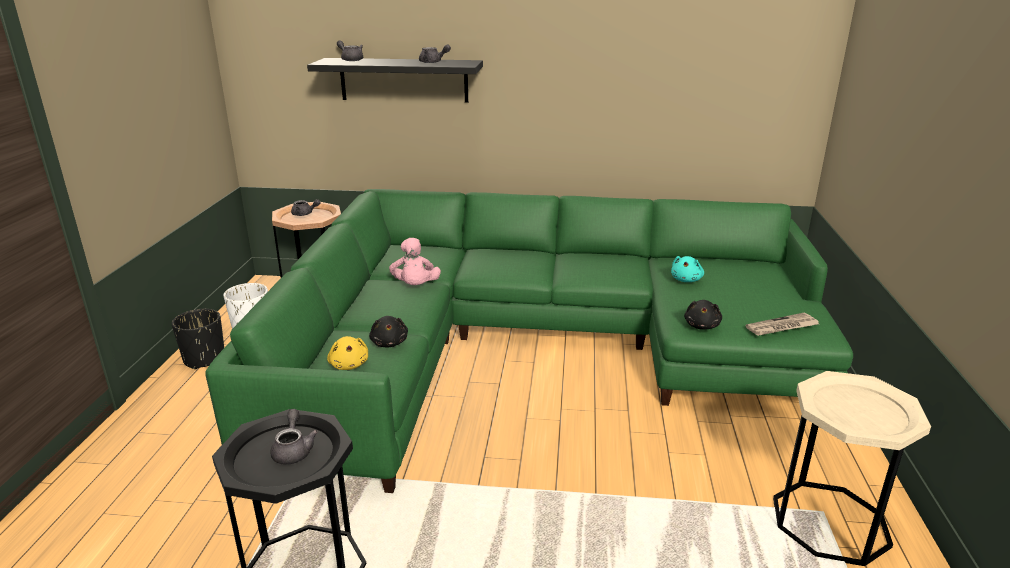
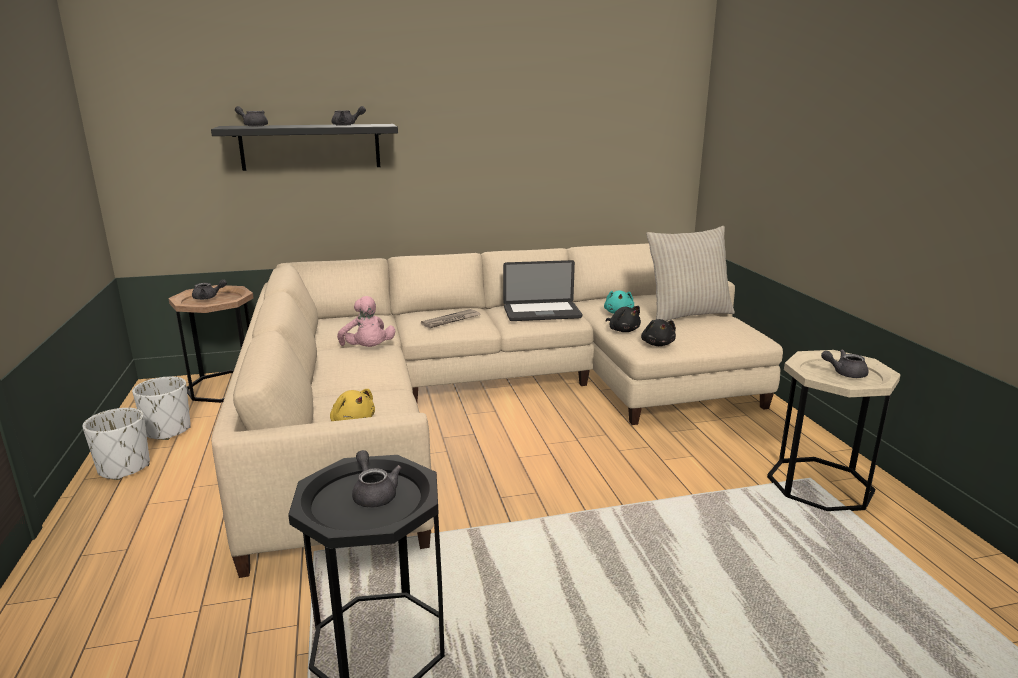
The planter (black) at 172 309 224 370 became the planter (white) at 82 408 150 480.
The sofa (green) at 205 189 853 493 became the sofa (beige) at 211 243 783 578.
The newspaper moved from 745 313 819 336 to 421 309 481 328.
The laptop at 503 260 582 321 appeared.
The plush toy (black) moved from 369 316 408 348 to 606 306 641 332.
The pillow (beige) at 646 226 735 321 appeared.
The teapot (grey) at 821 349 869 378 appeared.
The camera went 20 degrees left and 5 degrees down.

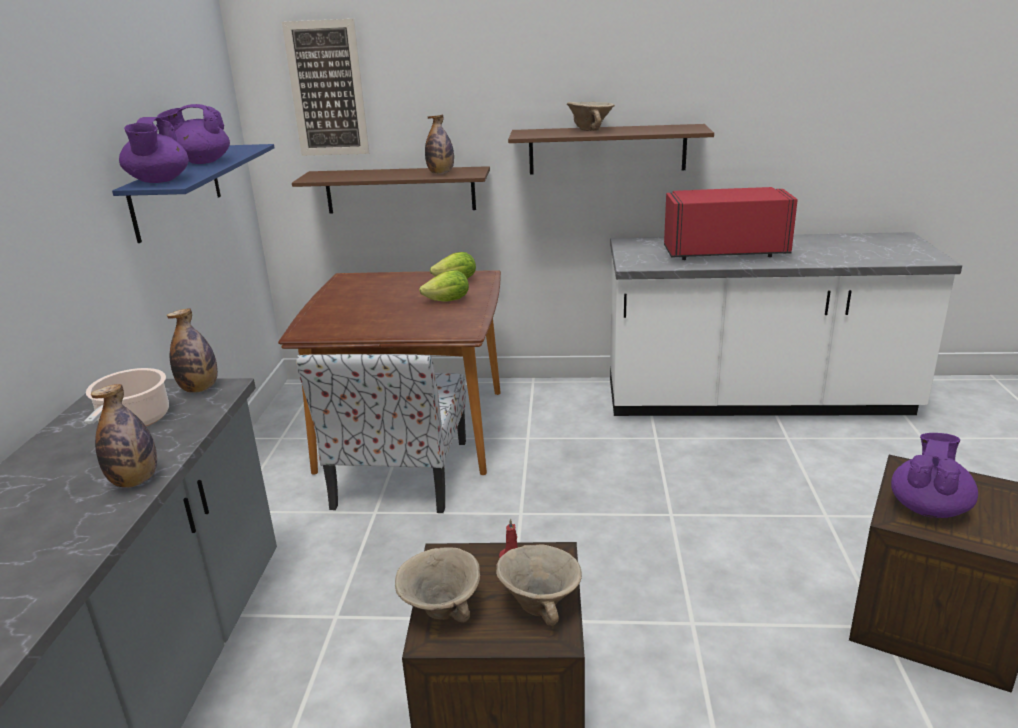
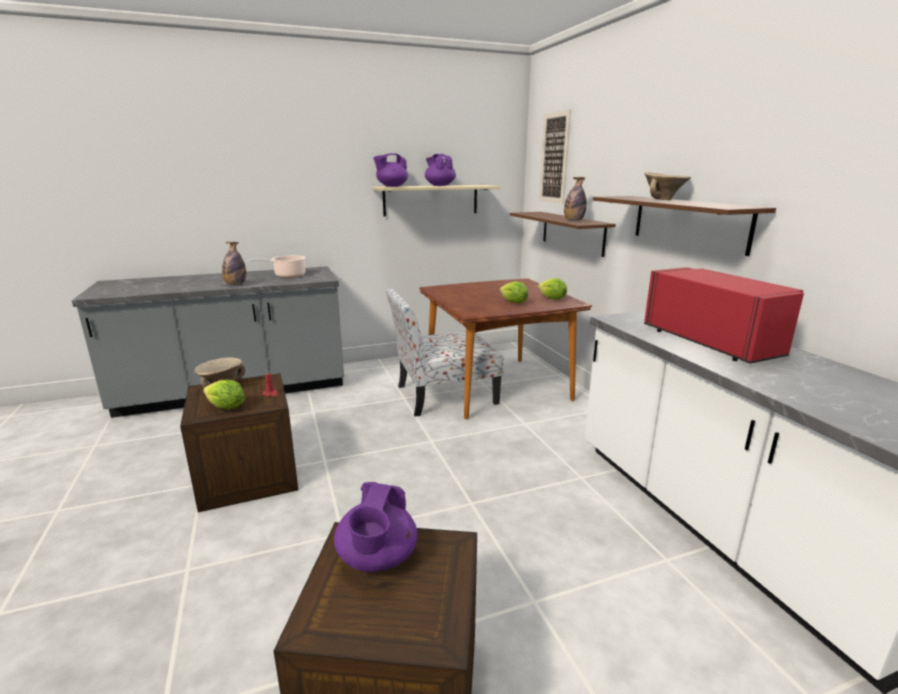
The bowl (beige) at 496 545 582 626 was replaced by the lettuce at 203 380 245 410.
The teapot (purple) at 891 433 978 518 turned 90 degrees clockwise.
The shelf (blue) at 112 144 275 243 became the shelf (beige) at 372 185 501 216.
The bottle at 167 308 218 393 disappeared.
The camera went 65 degrees right and 5 degrees down.

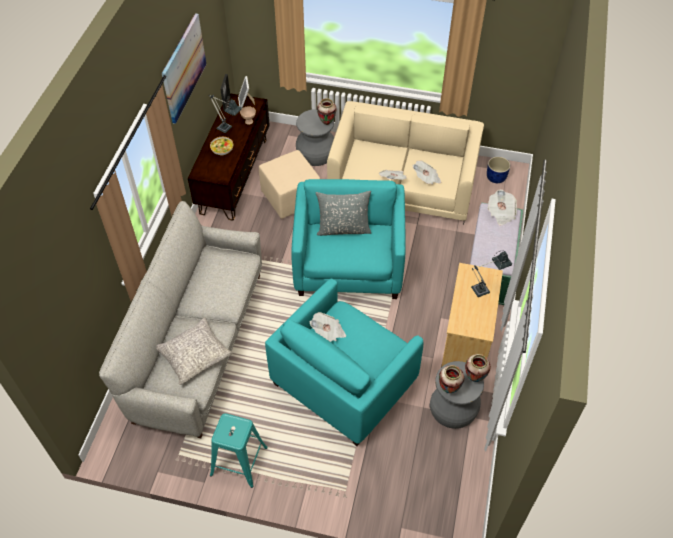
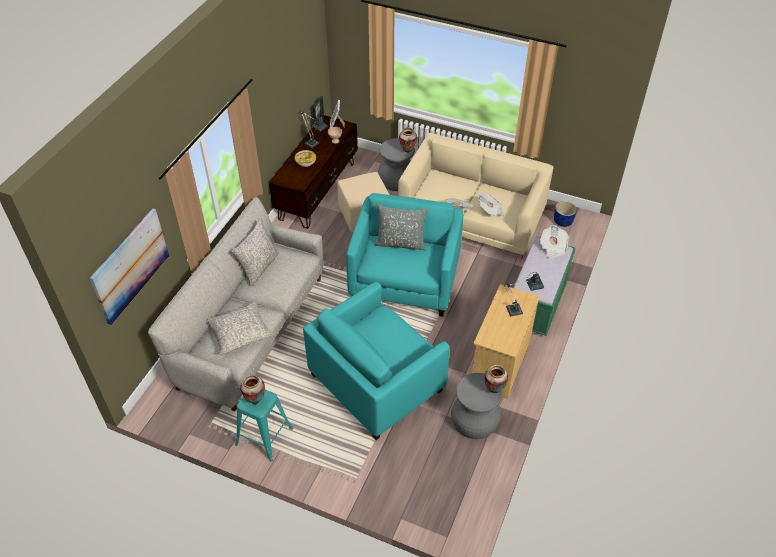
The picture moved from 162 14 206 124 to 89 208 169 325.
The pillow (grey) at 231 218 279 287 appeared.
The vase moved from 439 365 464 393 to 240 375 265 404.
The newspaper at 310 312 346 342 disappeared.
The camera went 10 degrees right and 5 degrees down.

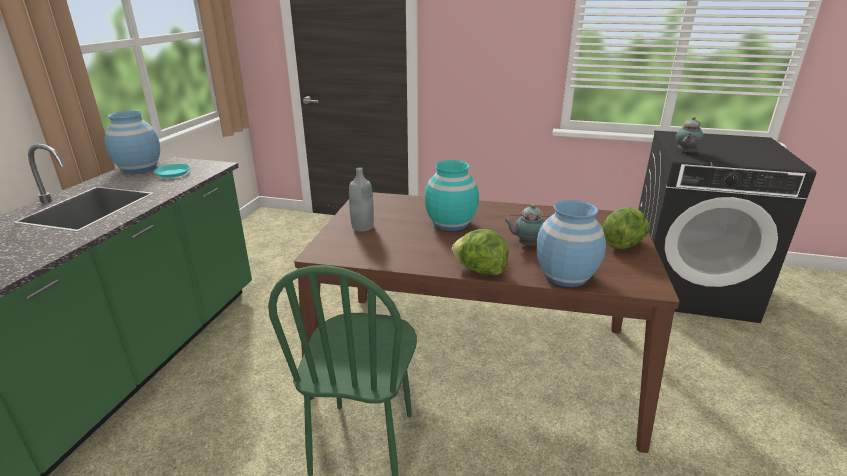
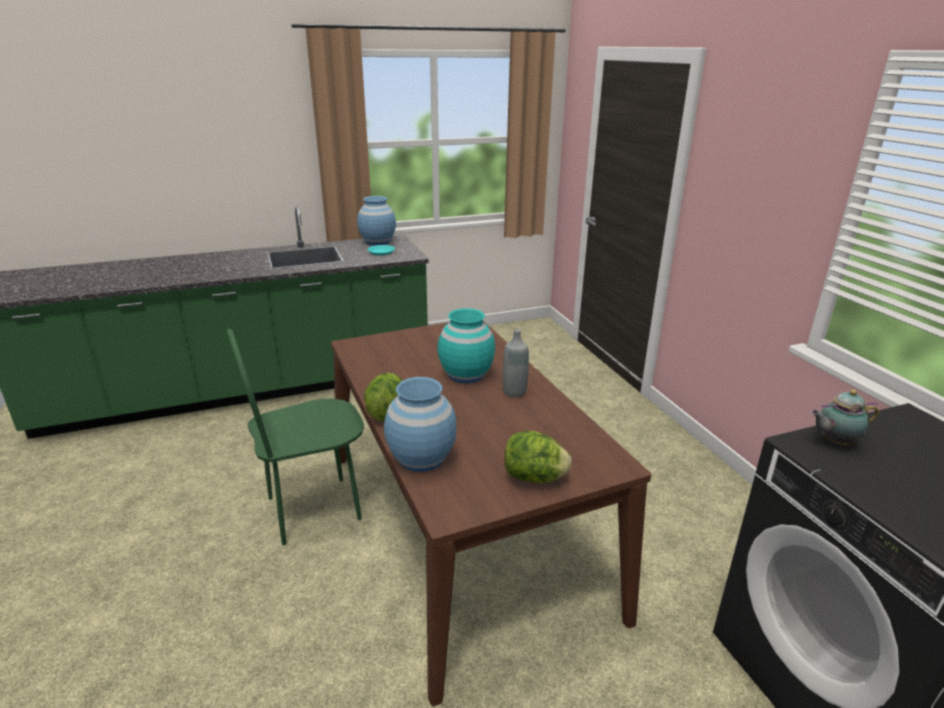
The bottle (grey) moved from 349 167 374 232 to 503 329 529 397.
The teapot at 503 204 550 246 disappeared.
The camera went 55 degrees right and 0 degrees up.

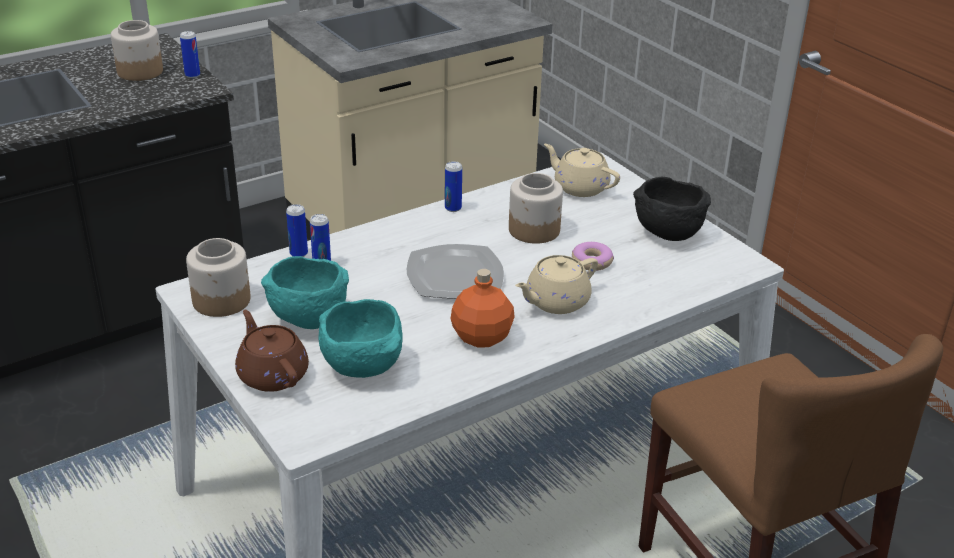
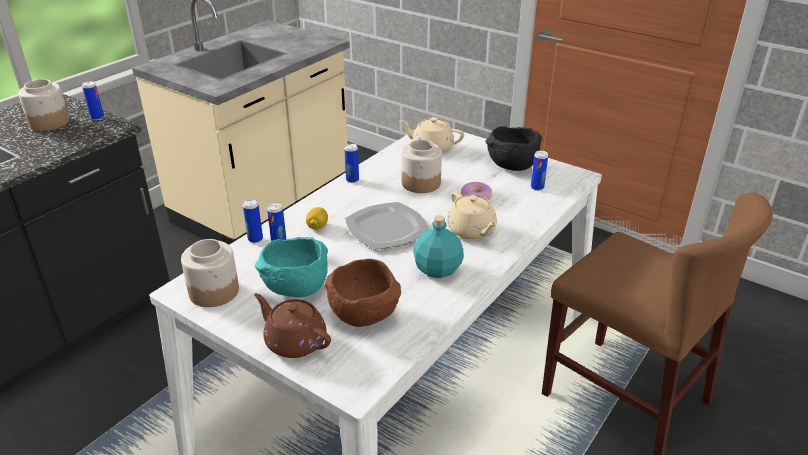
The lemon at 306 207 328 230 appeared.
The bowl (turquoise) at 318 299 403 378 became the bowl (brown) at 325 259 401 327.
The bottle (orange) at 450 269 515 348 became the bottle (turquoise) at 413 215 464 278.
The teapot (beige) at 515 255 598 314 turned 60 degrees counterclockwise.
The can at 531 150 548 191 appeared.
The camera went 20 degrees left and 0 degrees up.

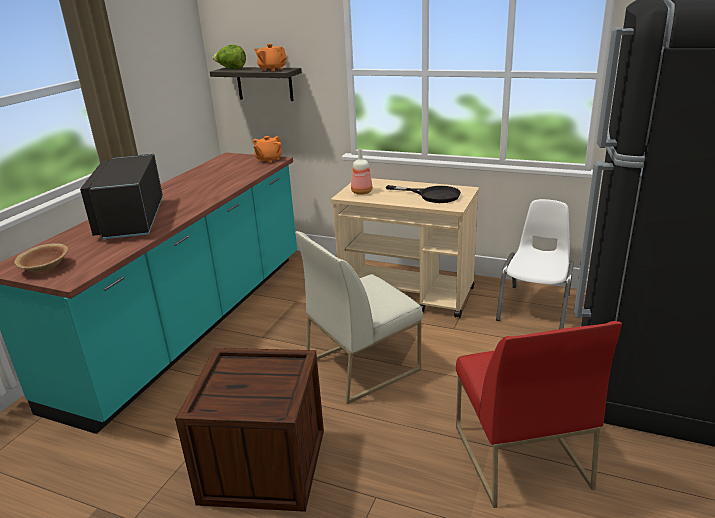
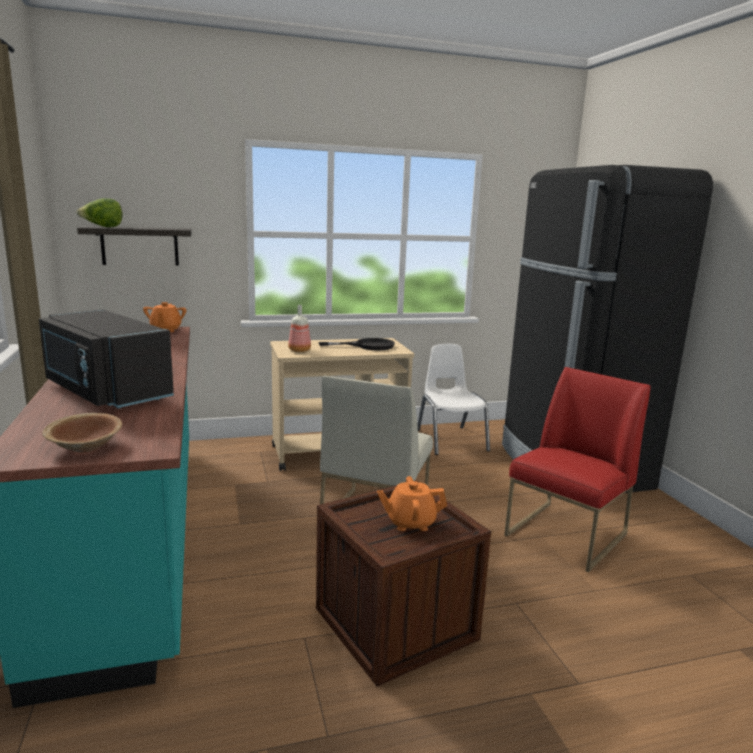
The teapot (orange) moved from 254 44 287 71 to 377 476 447 531.
The chair (red) at 456 321 622 508 turned 90 degrees counterclockwise.
The camera went 40 degrees left and 10 degrees down.

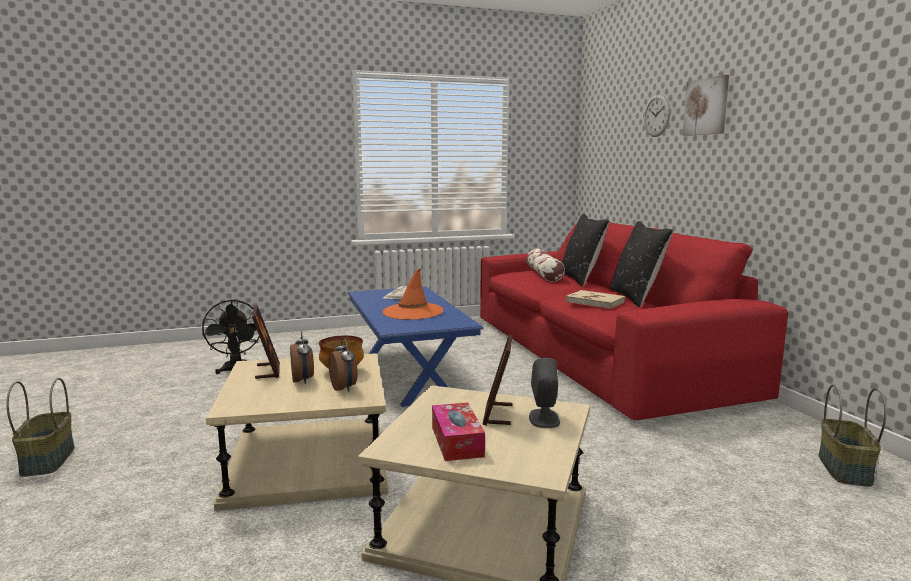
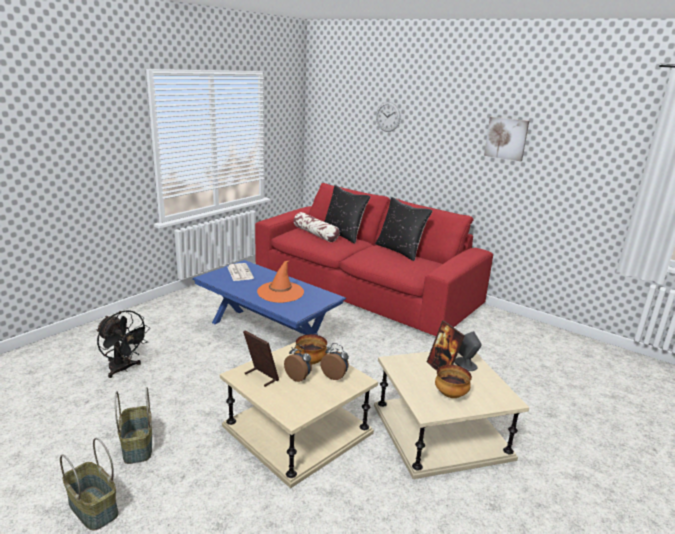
The basket moved from 819 384 887 487 to 115 387 152 464.
The tissue box at 432 403 485 461 was replaced by the bowl at 435 365 472 398.
The picture moved from 683 75 729 136 to 484 117 529 161.
The book (beige) at 566 290 625 309 disappeared.
The camera went 35 degrees left and 10 degrees up.

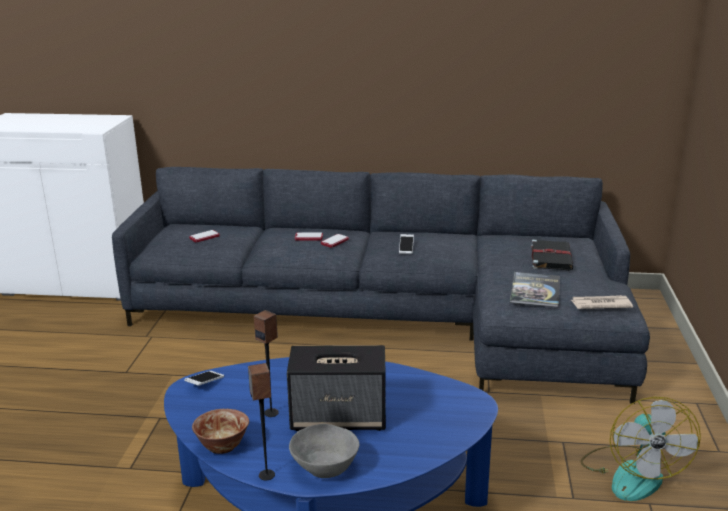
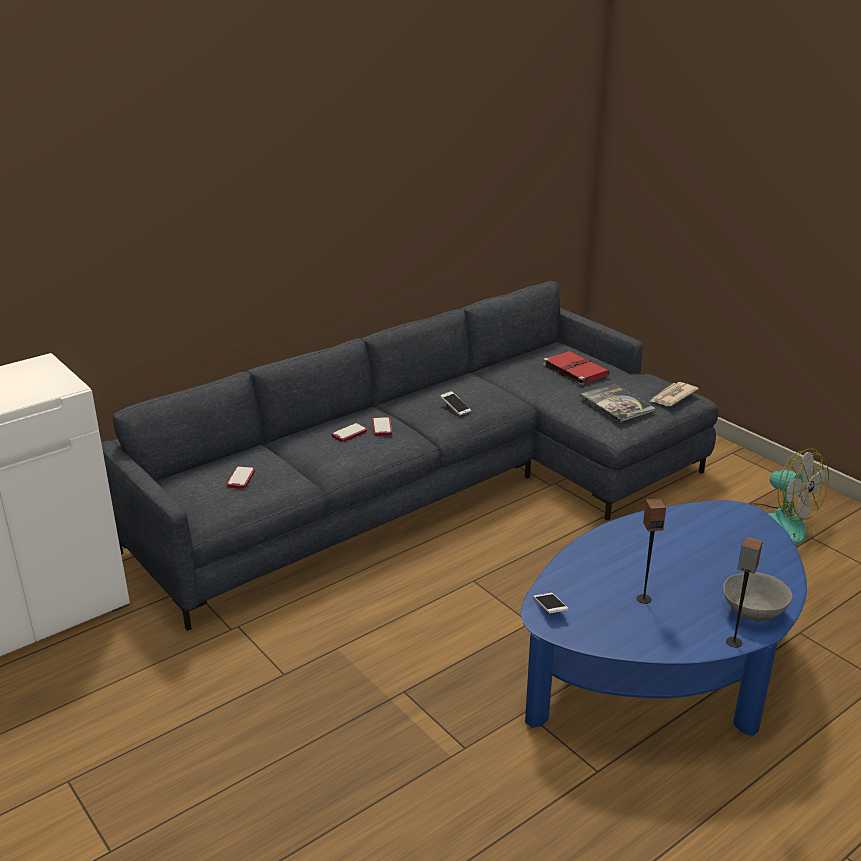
The book (black) at 531 240 573 270 became the book (red) at 543 351 610 385.
The bowl at 192 409 249 454 disappeared.
The speaker at 287 345 386 431 disappeared.
The camera went 45 degrees left and 5 degrees up.

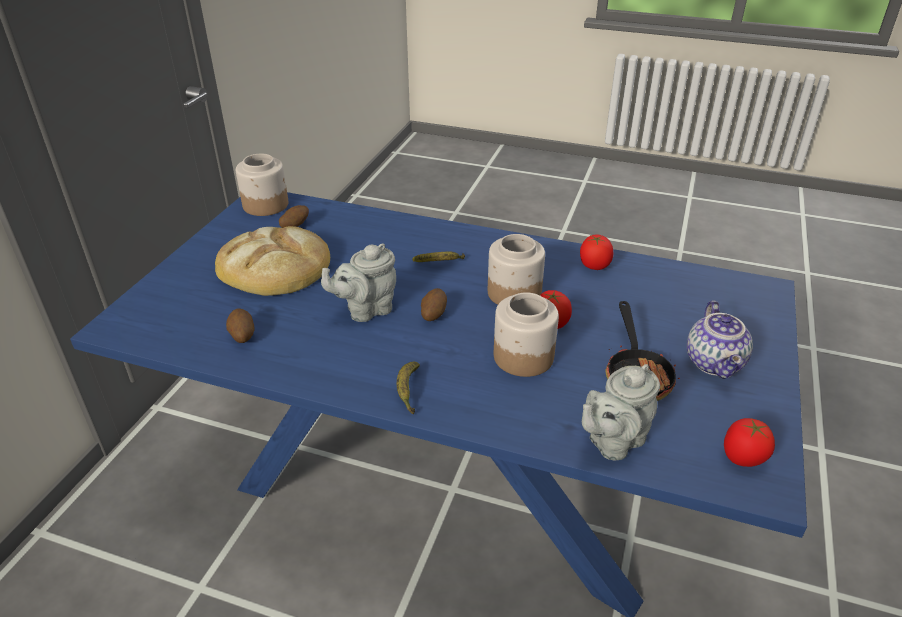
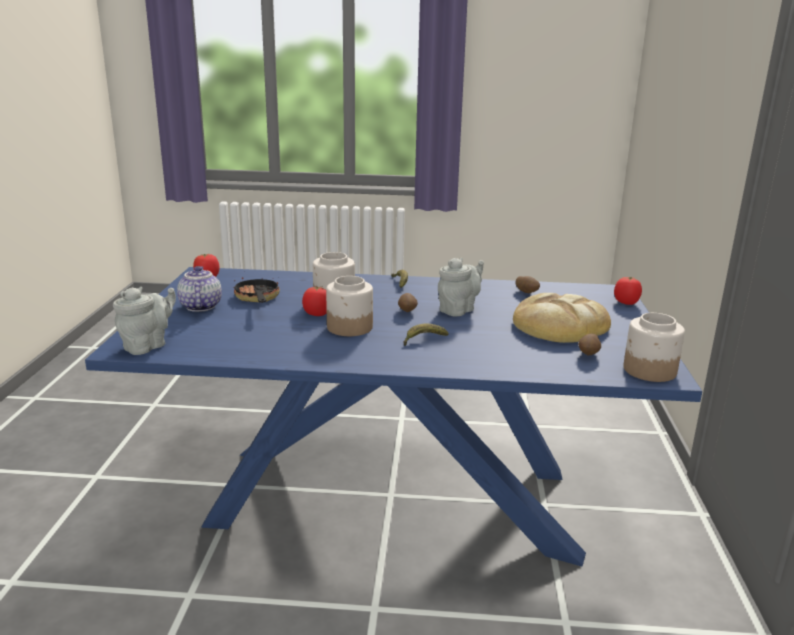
The teapot (grey) moved from 582 364 660 461 to 113 287 176 355.
The tomato moved from 580 235 613 270 to 614 277 642 305.
The camera went 165 degrees right and 15 degrees down.

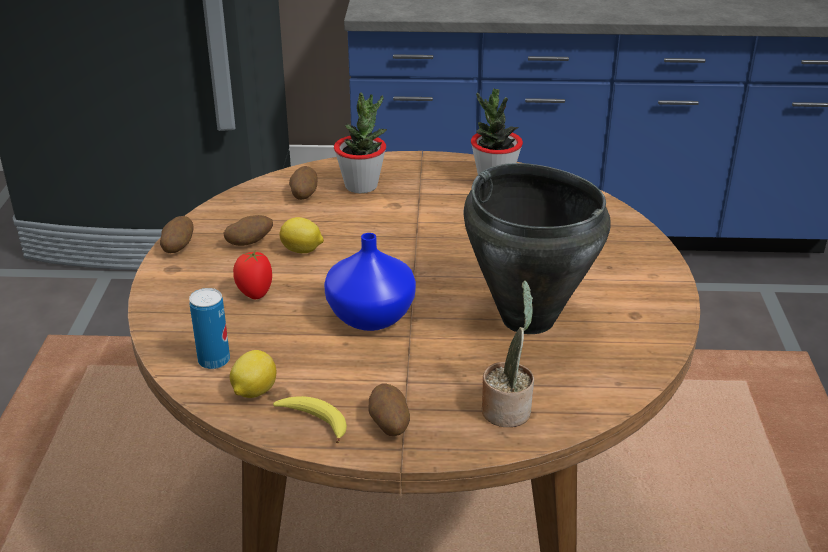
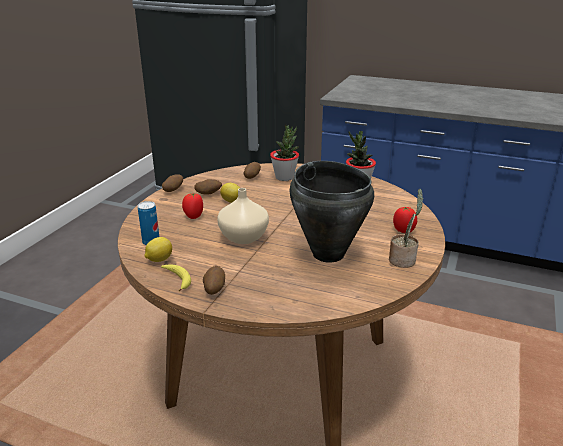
The vase (blue) at 324 233 416 331 became the vase (beige) at 217 188 269 244.
The potted plant moved from 482 280 534 427 to 389 189 423 268.
The tomato at 393 207 417 233 appeared.
The camera went 20 degrees right and 5 degrees down.

